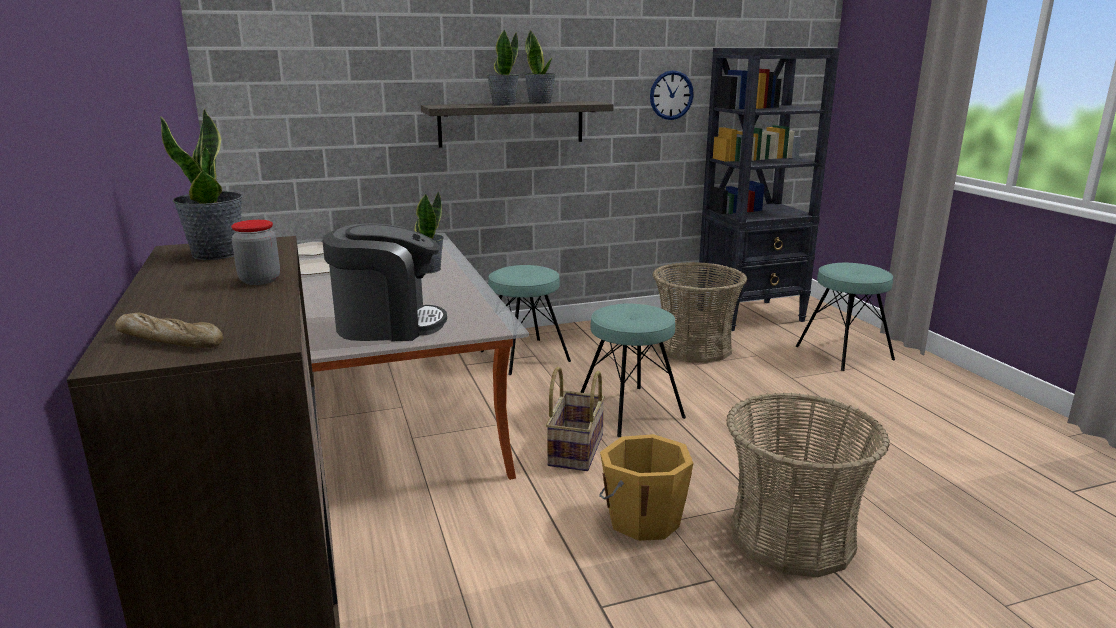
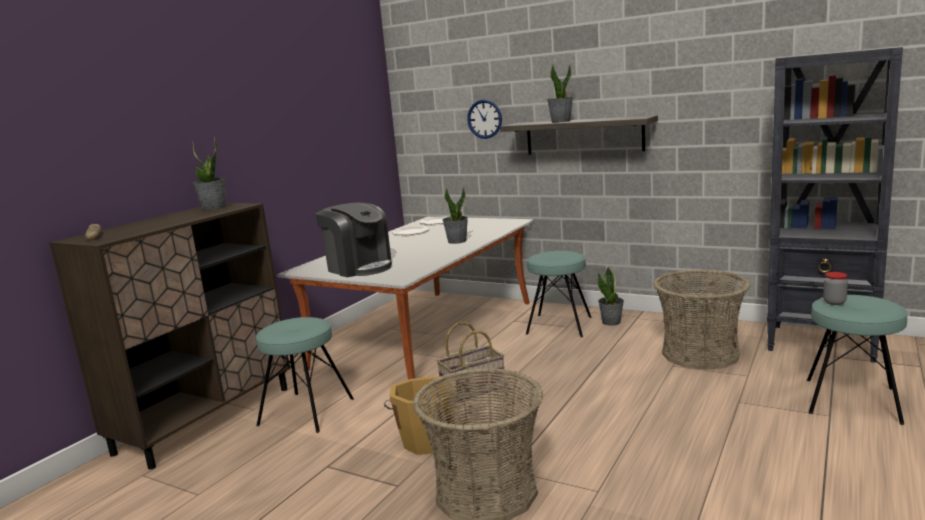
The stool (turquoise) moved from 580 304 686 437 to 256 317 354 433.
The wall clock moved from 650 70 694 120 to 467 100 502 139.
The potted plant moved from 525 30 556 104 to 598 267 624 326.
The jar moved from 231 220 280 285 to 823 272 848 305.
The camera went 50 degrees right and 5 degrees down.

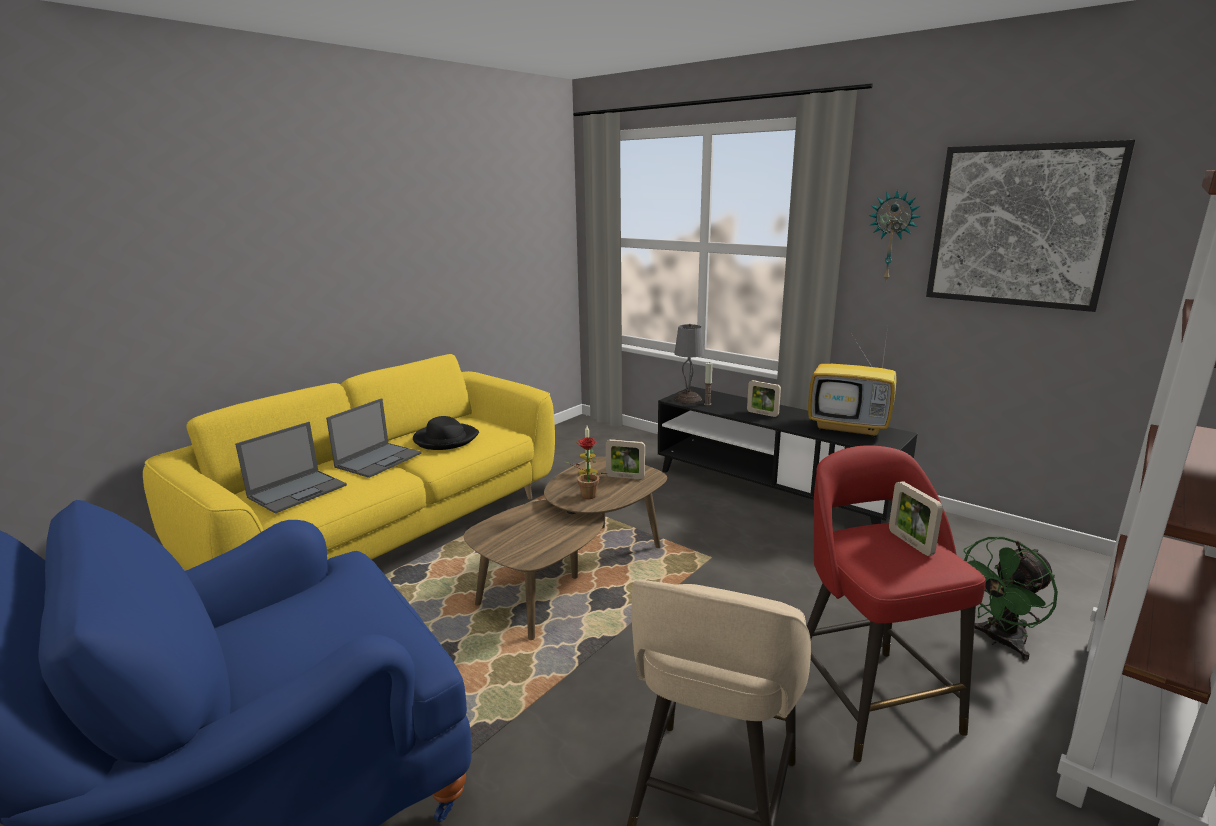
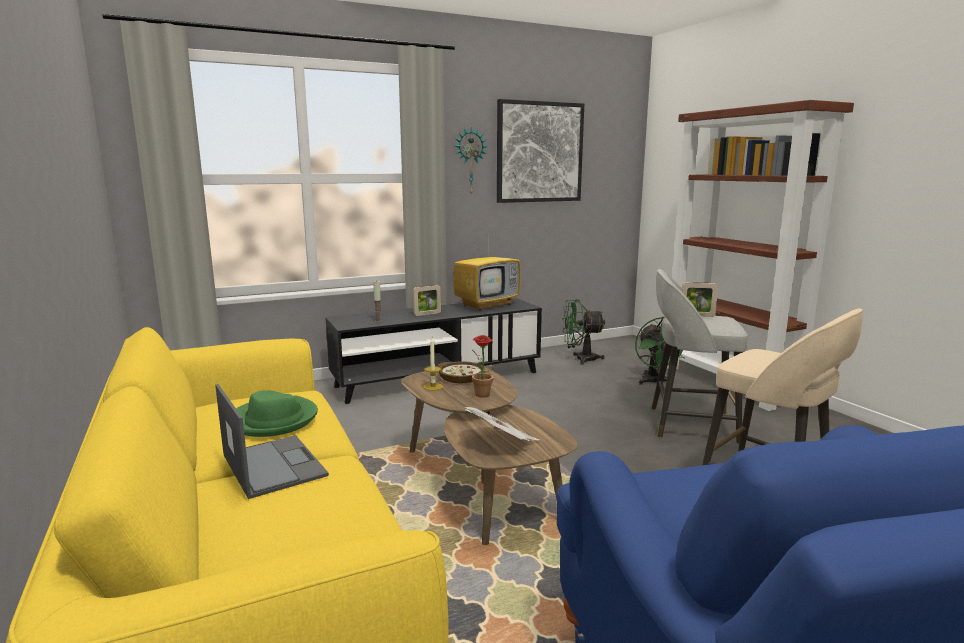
The hat (black) at 413 416 479 450 became the hat (green) at 236 390 318 437.
The picture frame at 606 439 645 479 was replaced by the bowl at 438 361 486 383.
The newspaper at 464 407 539 441 appeared.
The fan (green) at 562 299 605 365 appeared.
The stool (red) at 807 445 986 762 became the stool (grey) at 652 269 748 444.
The laptop at 235 422 347 514 disappeared.
The table lamp (grey) at 674 324 704 403 disappeared.
The camera went 65 degrees left and 5 degrees down.

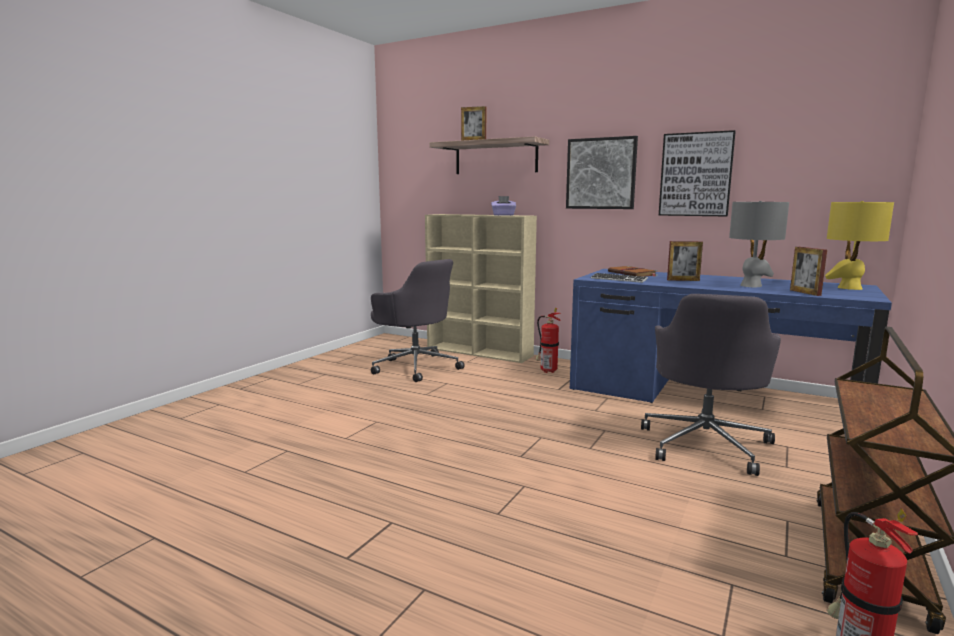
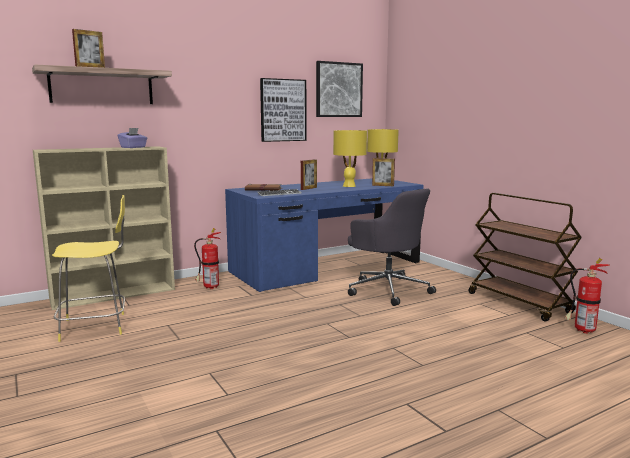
The office chair (grey) at 371 259 465 382 was replaced by the stool (yellow) at 52 195 125 342.
The picture moved from 566 136 638 209 to 316 61 363 117.
The table lamp (grey) at 729 201 789 288 became the table lamp (yellow) at 333 130 367 187.
The camera went 60 degrees left and 0 degrees up.

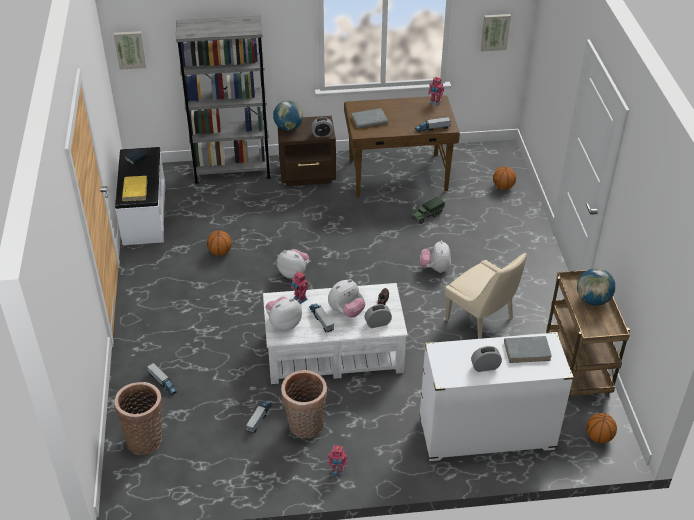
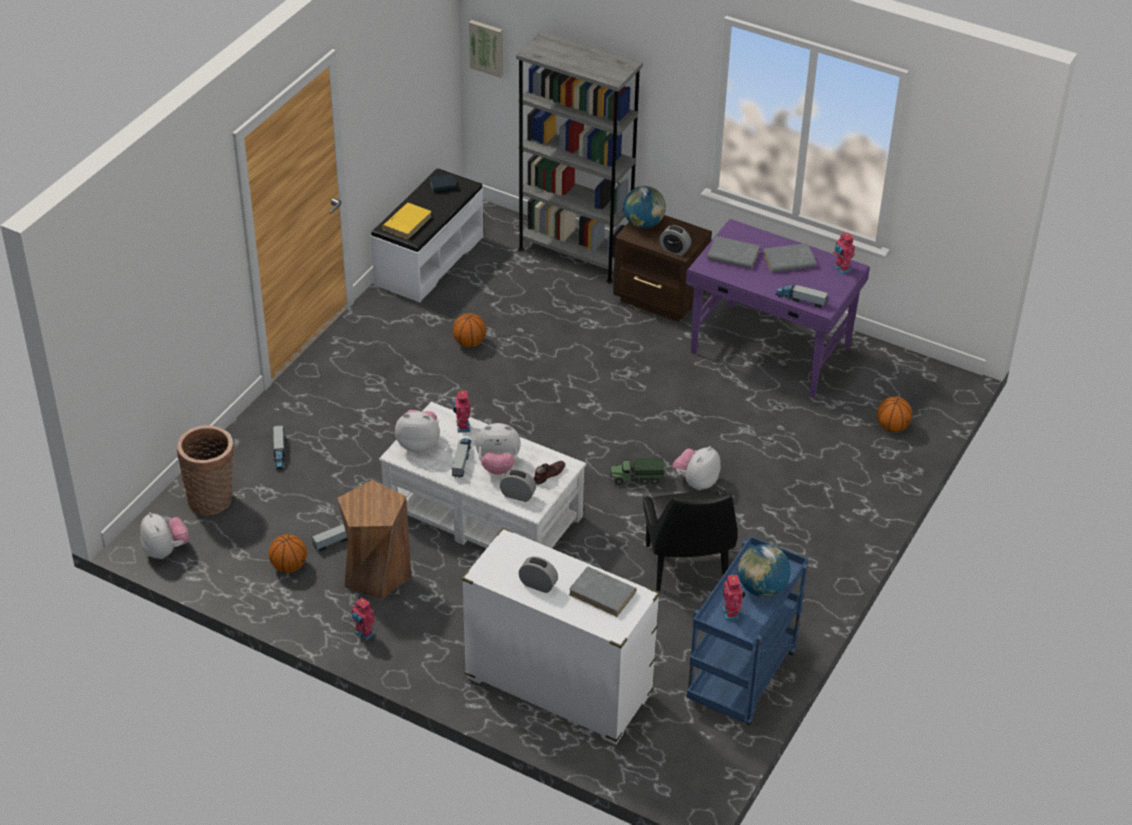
The plush toy moved from 277 249 309 279 to 140 512 189 559.
The basketball moved from 586 413 617 443 to 269 534 307 573.
The basket at 281 370 327 438 was replaced by the stool (brown) at 337 480 411 600.
The toy truck moved from 410 196 445 224 to 609 458 664 485.
The chair (beige) at 445 253 527 339 became the chair (black) at 643 490 737 591.
The desk (brown) at 344 95 460 197 became the desk (purple) at 686 219 870 398.
The cart (brown) at 546 270 630 396 became the cart (blue) at 687 536 808 725.
The toy robot at 722 573 745 621 appeared.
The book (grey) at 763 243 816 272 appeared.
The picture at 481 14 511 51 disappeared.
The camera went 35 degrees right and 0 degrees up.

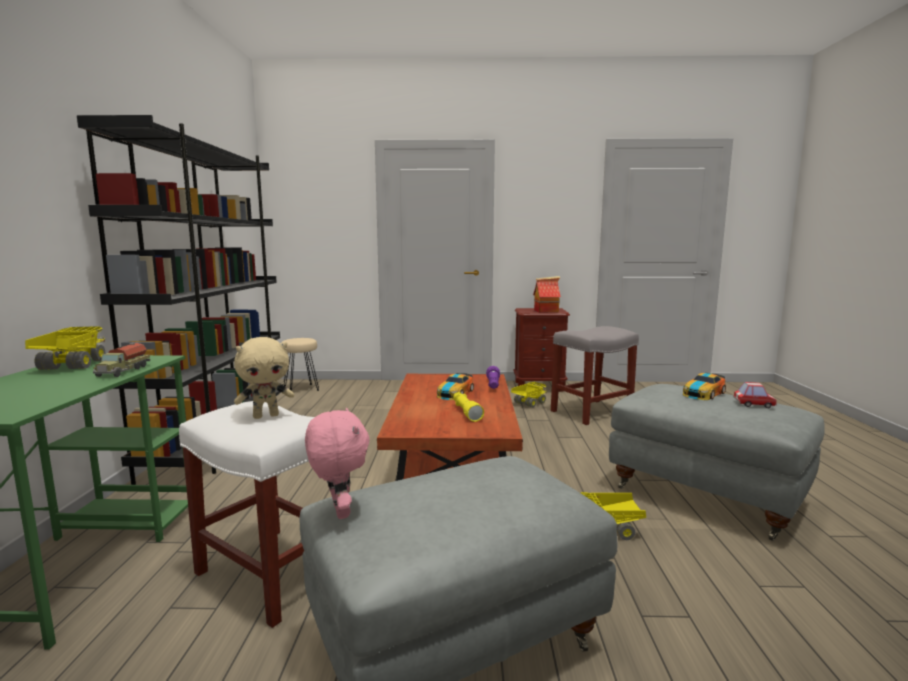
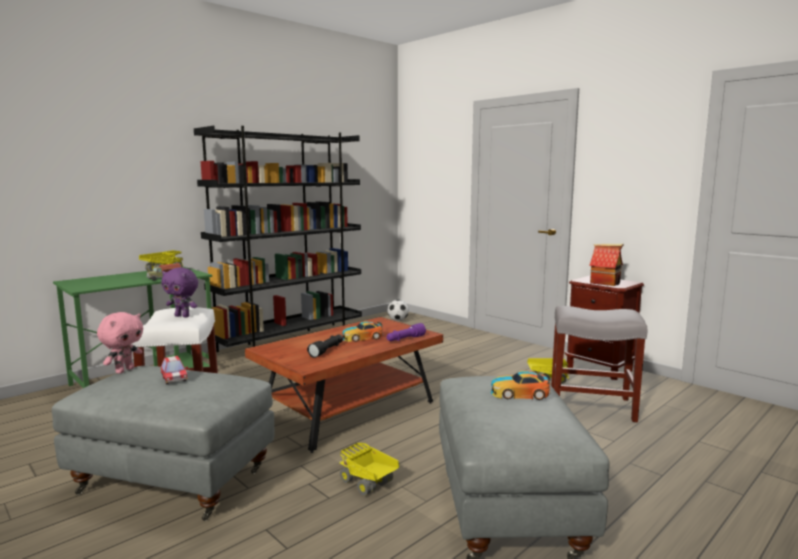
The plush toy (beige) at 234 337 294 419 became the plush toy (purple) at 161 268 198 318.
The toy car moved from 734 382 777 408 to 161 356 188 384.
The flashlight (yellow) at 453 392 484 422 became the flashlight (black) at 307 334 343 358.
The stool (beige) at 281 338 319 391 was replaced by the football at 387 299 409 321.
The camera went 45 degrees right and 0 degrees up.

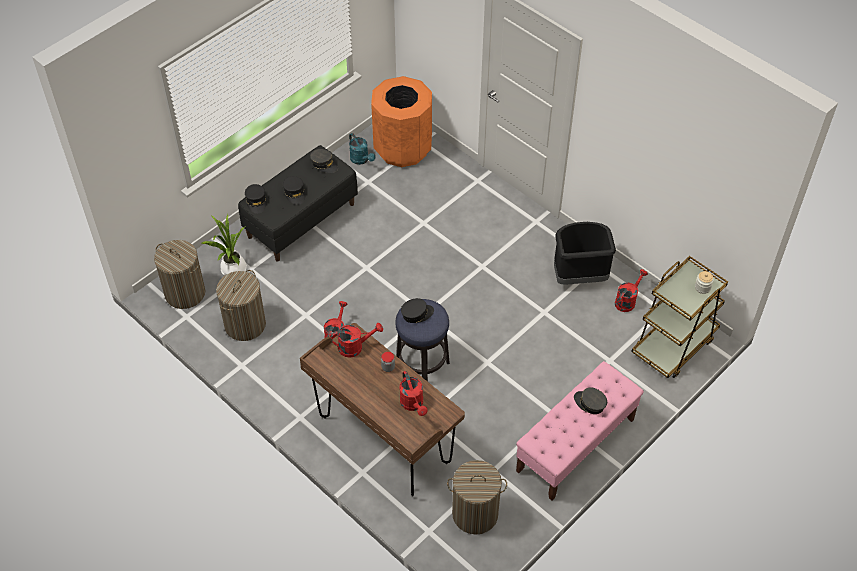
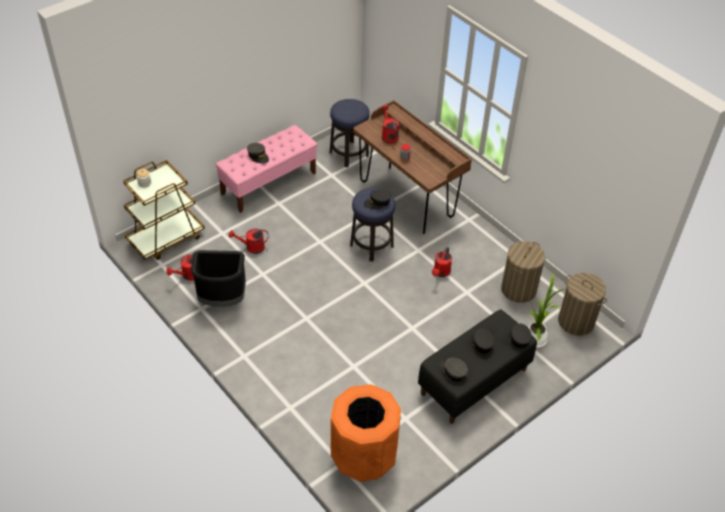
The watering can (red) moved from 331 323 383 358 to 229 229 269 254.
The laundry basket at 447 460 507 535 was replaced by the stool at 330 99 370 167.
The watering can (turquoise) at 349 133 375 165 disappeared.
The camera went 175 degrees left and 5 degrees down.

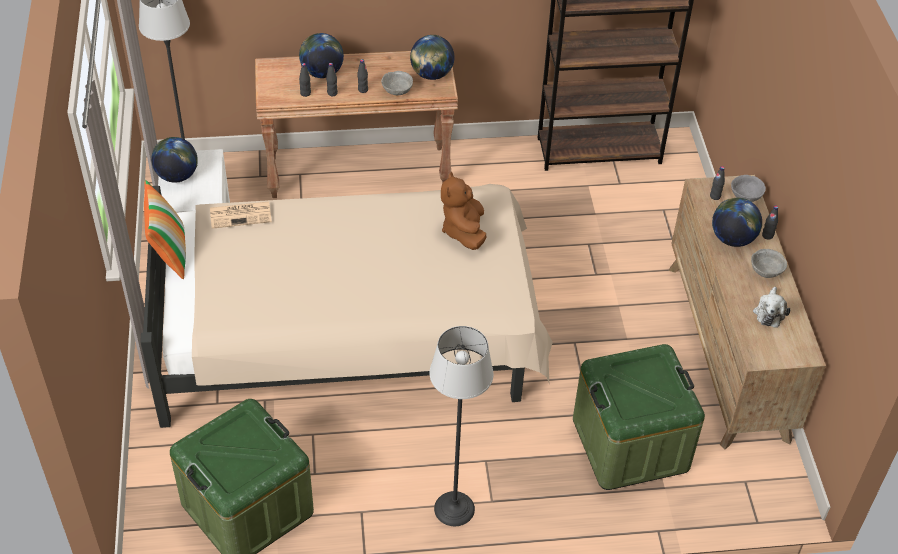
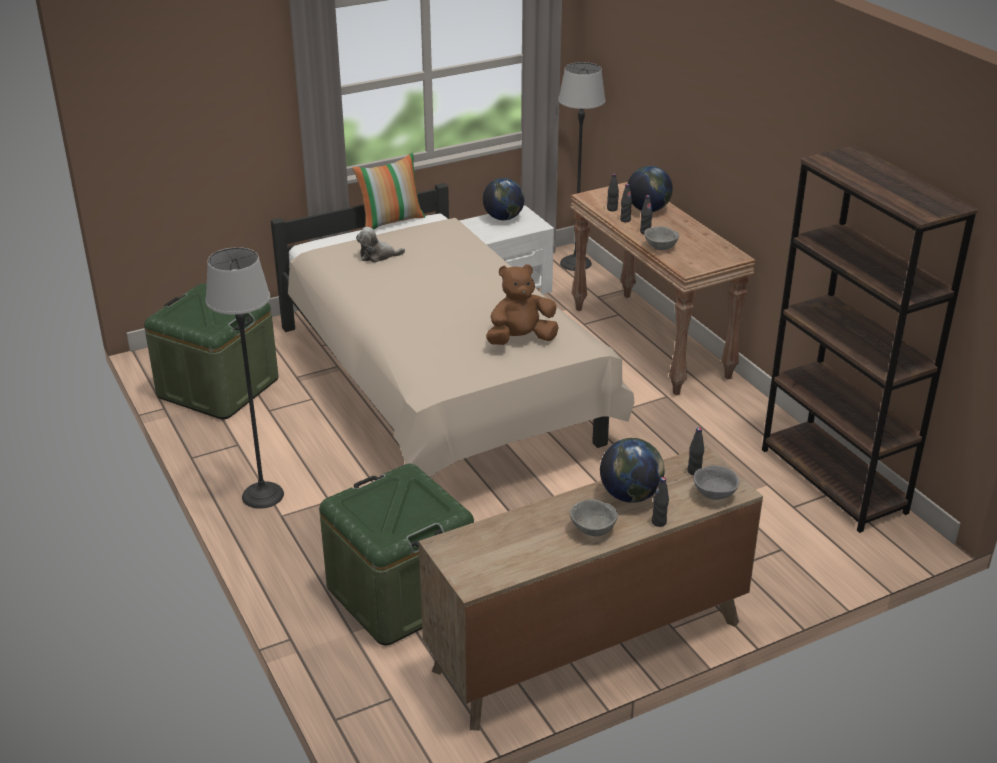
The plush toy moved from 753 287 790 328 to 356 227 405 262.
The newspaper at 210 201 272 229 disappeared.
The globe at 410 35 454 80 disappeared.
The camera went 70 degrees right and 15 degrees down.

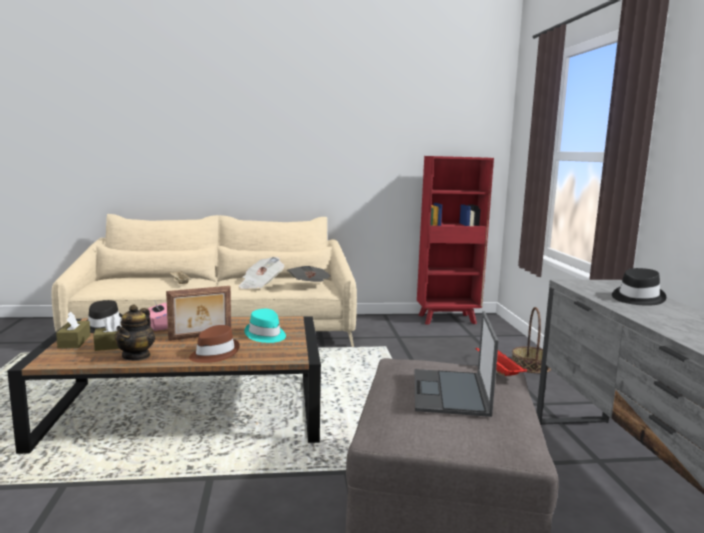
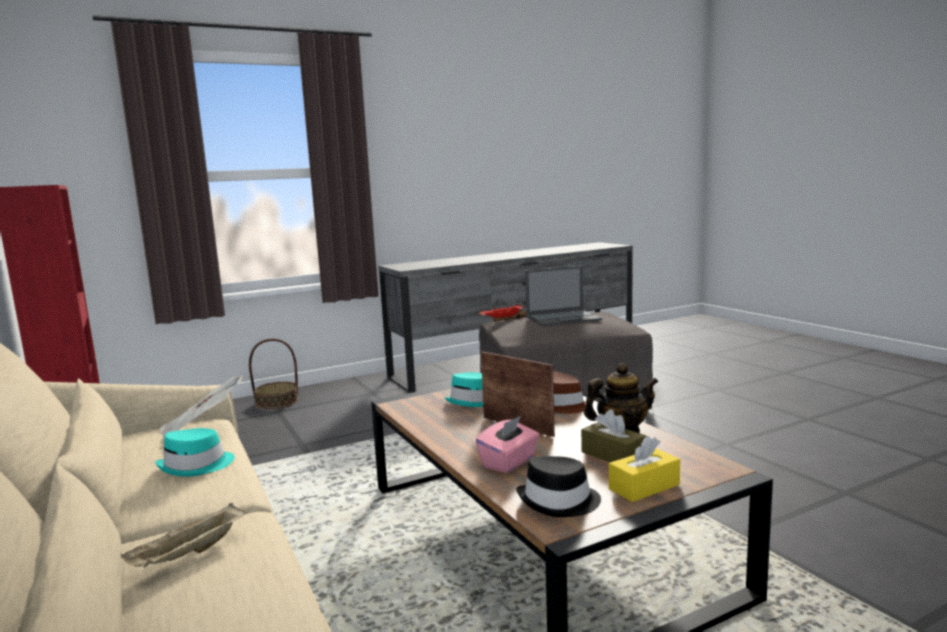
The newspaper at 238 257 284 289 was replaced by the hat (turquoise) at 155 428 235 477.
The tissue box (brown) at 56 311 91 349 became the tissue box (yellow) at 609 436 680 502.
The hat (black) at 612 268 666 305 disappeared.
The camera went 110 degrees left and 0 degrees up.

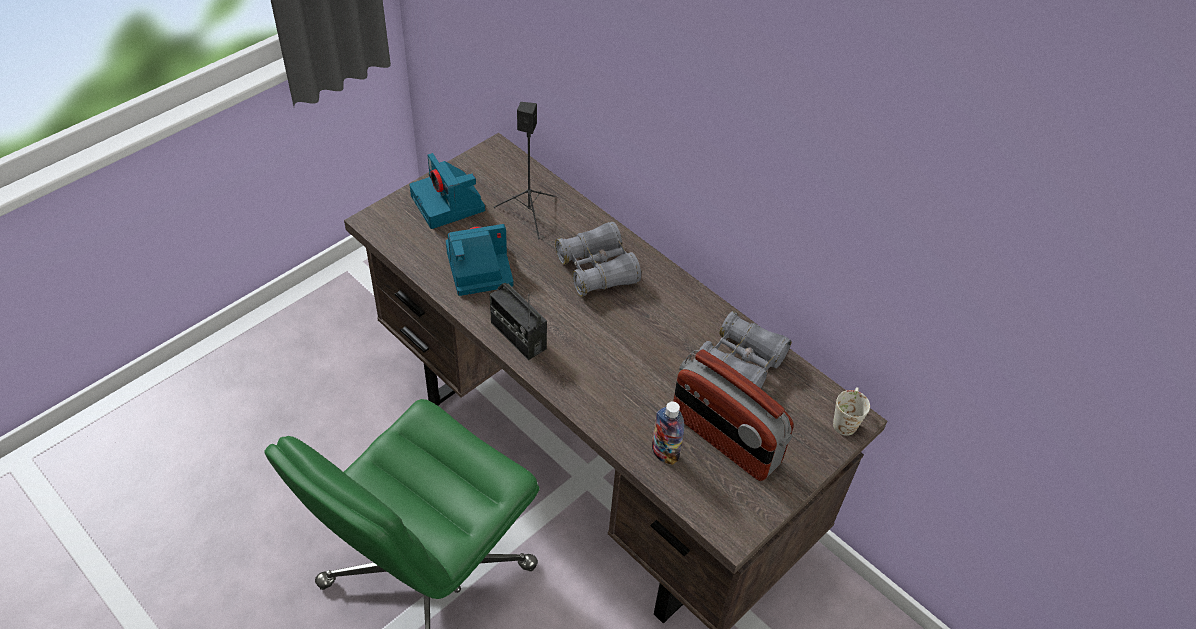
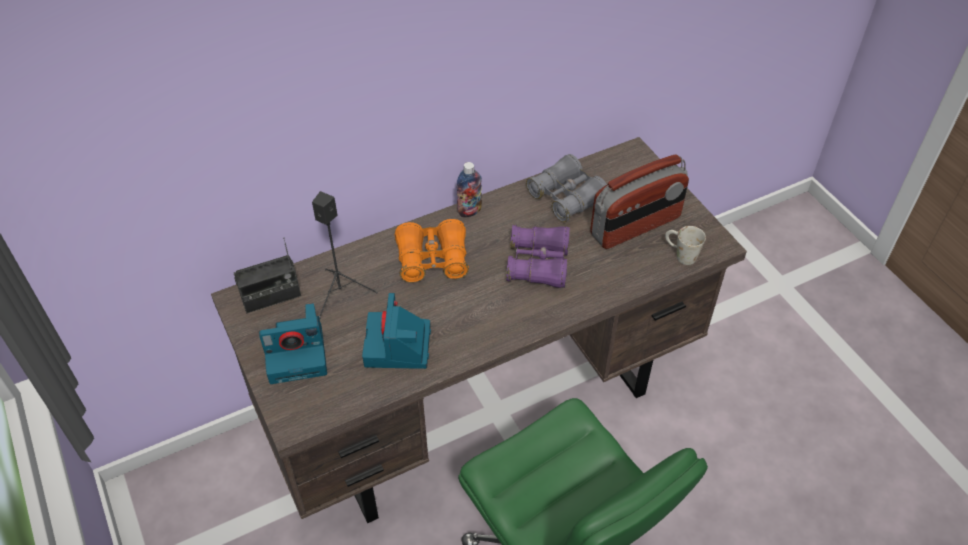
The radio moved from 490 283 547 360 to 234 238 301 313.
The binoculars (grey) at 555 222 641 296 became the binoculars (orange) at 395 219 469 283.
The bottle moved from 652 401 684 465 to 457 162 482 217.
The binoculars (purple) at 506 224 570 288 appeared.
The mug (white) moved from 833 387 870 436 to 665 226 706 265.
The camera went 70 degrees left and 0 degrees up.

